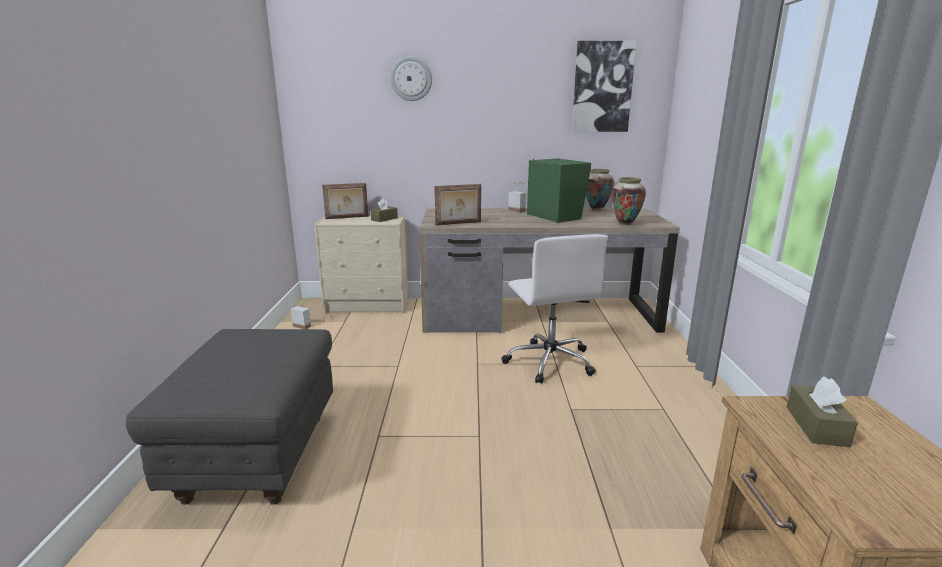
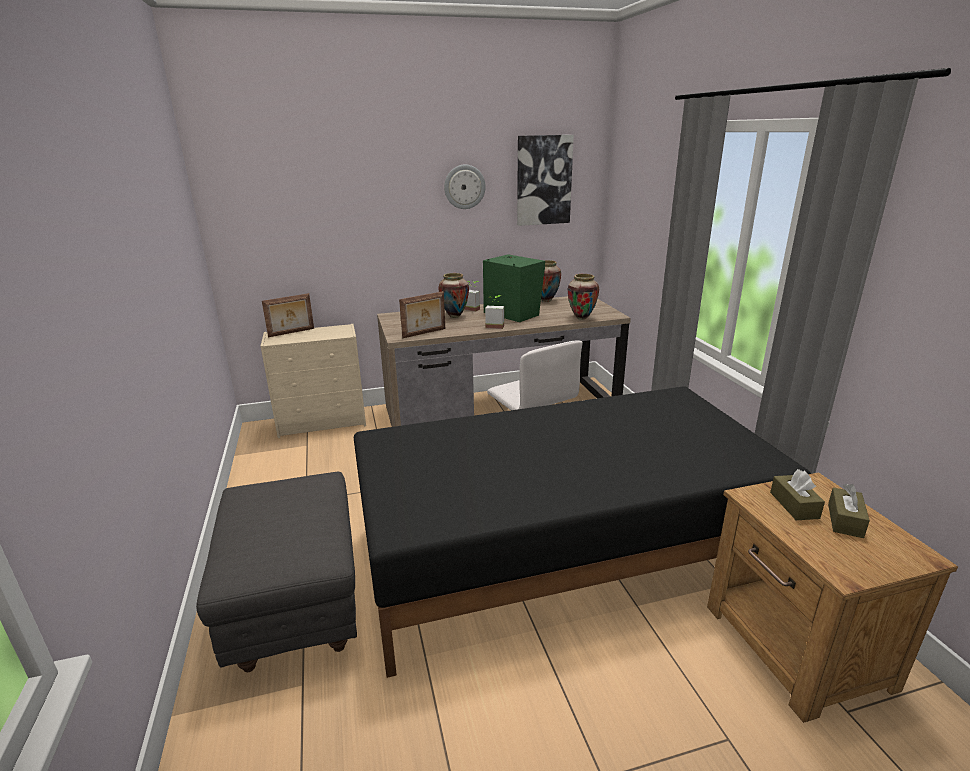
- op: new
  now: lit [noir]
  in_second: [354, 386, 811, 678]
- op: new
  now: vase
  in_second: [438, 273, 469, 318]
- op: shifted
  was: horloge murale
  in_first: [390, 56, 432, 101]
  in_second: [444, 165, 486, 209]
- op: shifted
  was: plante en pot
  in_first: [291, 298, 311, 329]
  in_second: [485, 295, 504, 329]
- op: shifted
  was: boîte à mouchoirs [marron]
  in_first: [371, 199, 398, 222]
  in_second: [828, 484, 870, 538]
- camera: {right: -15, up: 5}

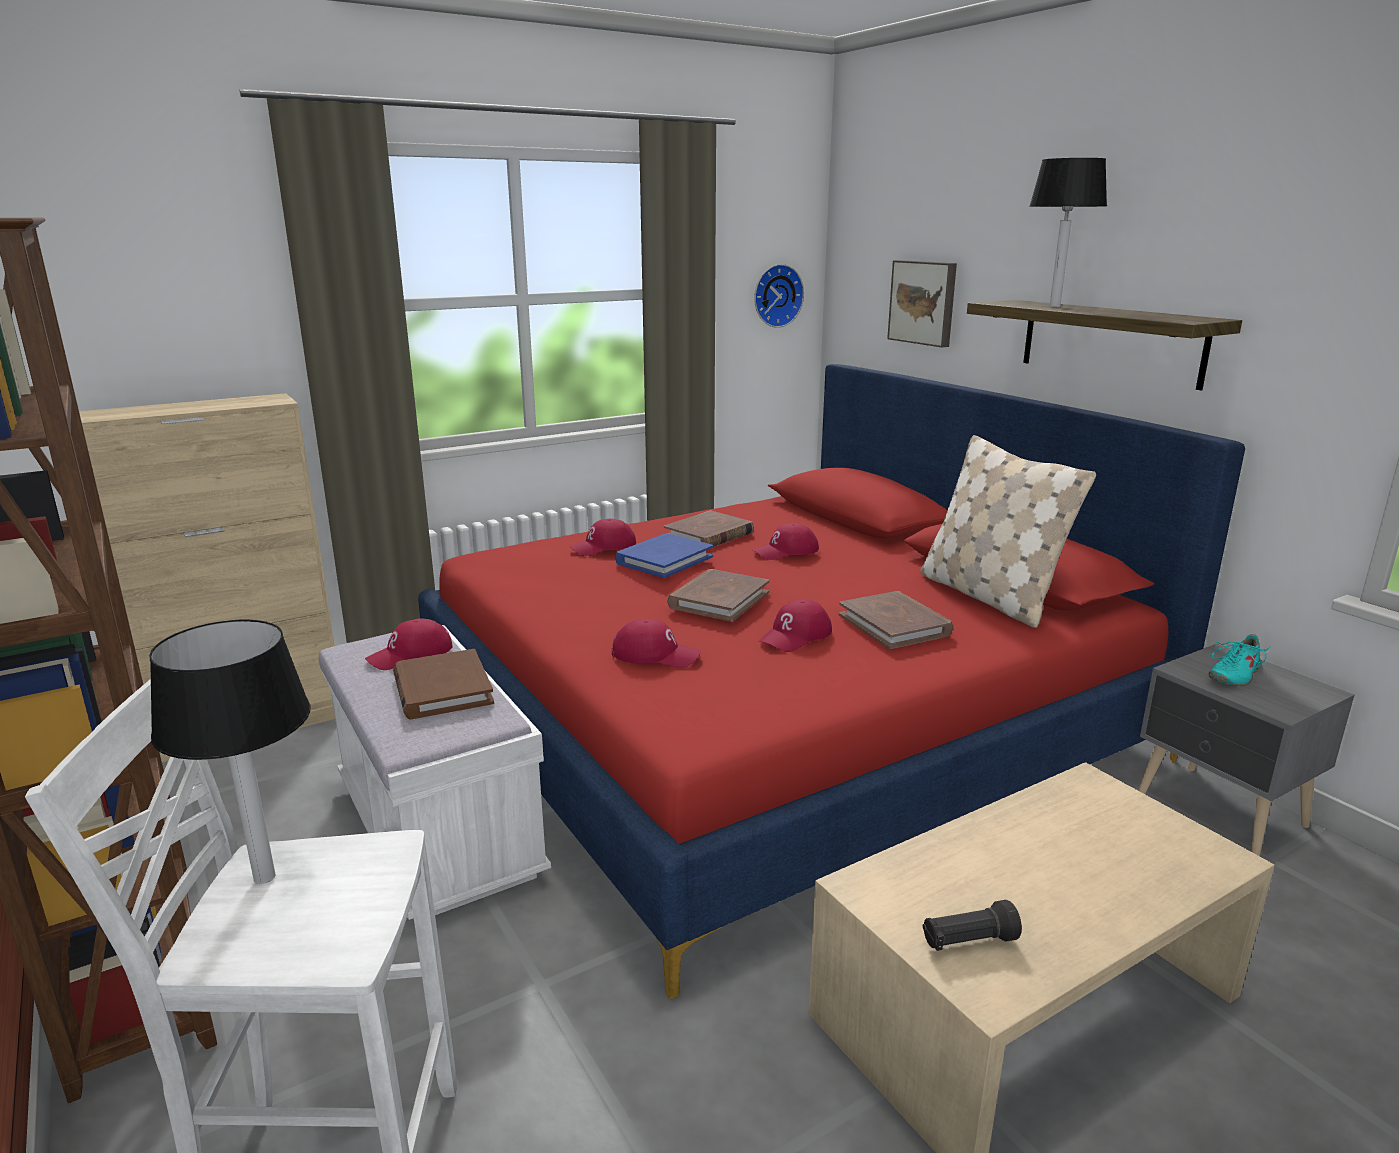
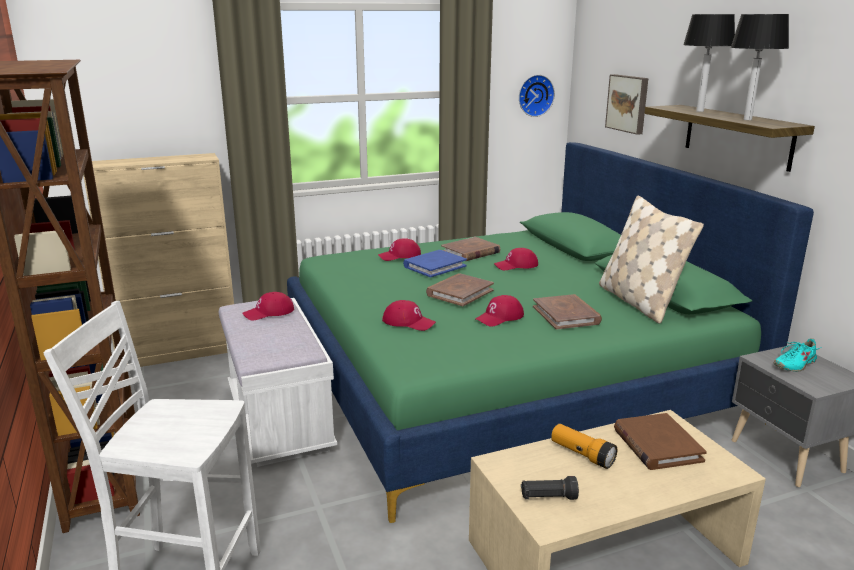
- op: repainted
  was: lit [rouge]
  now: lit [vert]
  in_first: [418, 364, 1245, 999]
  in_second: [287, 142, 814, 523]
- op: new
  now: lampe de poche
  in_second: [551, 424, 617, 469]
- op: shifted
  was: livre [marron]
  in_first: [393, 649, 494, 719]
  in_second: [614, 413, 707, 470]
- op: shifted
  was: lampe de table
  in_first: [149, 620, 311, 884]
  in_second: [730, 14, 789, 120]
- camera: {right: 10, up: 0}

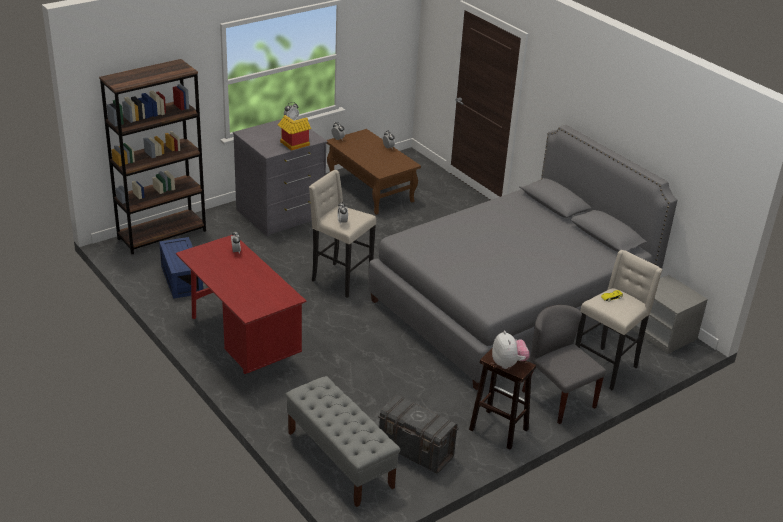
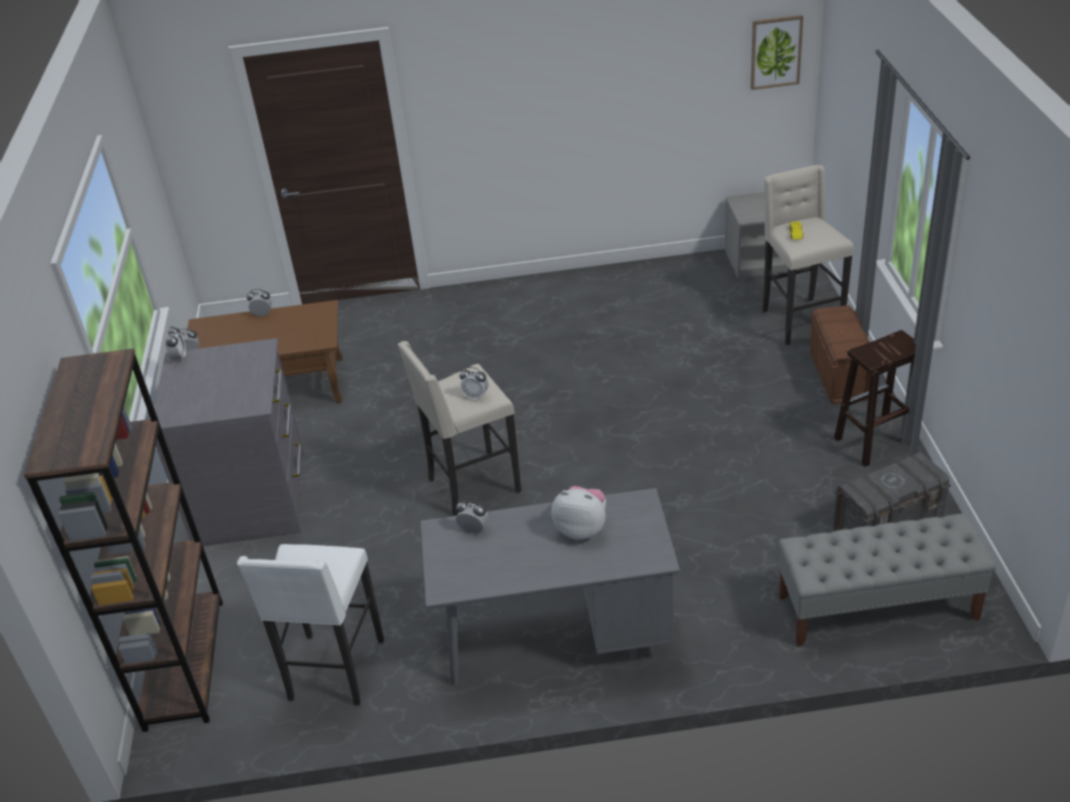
- op: swapped
  was: boîte de rangement [bleu]
  now: tabouret [blanc]
  in_first: [159, 237, 203, 299]
  in_second: [237, 544, 384, 706]
- op: repainted
  was: bureau [rouge]
  now: bureau [gris]
  in_first: [176, 235, 306, 374]
  in_second: [421, 488, 680, 686]
- op: shifted
  was: peluche
  in_first: [492, 331, 530, 369]
  in_second: [551, 486, 606, 540]
- op: new
  now: tableau
  in_second: [751, 15, 803, 90]
- op: swapped
  was: chaise [gris]
  now: boîte de rangement [marron]
  in_first: [522, 305, 606, 424]
  in_second: [810, 305, 871, 404]
- op: gone
  was: maison miniature
  in_first: [278, 115, 311, 151]
- op: gone
  was: lit [gris]
  in_first: [368, 125, 677, 390]
- camera: {right: -55, up: 5}

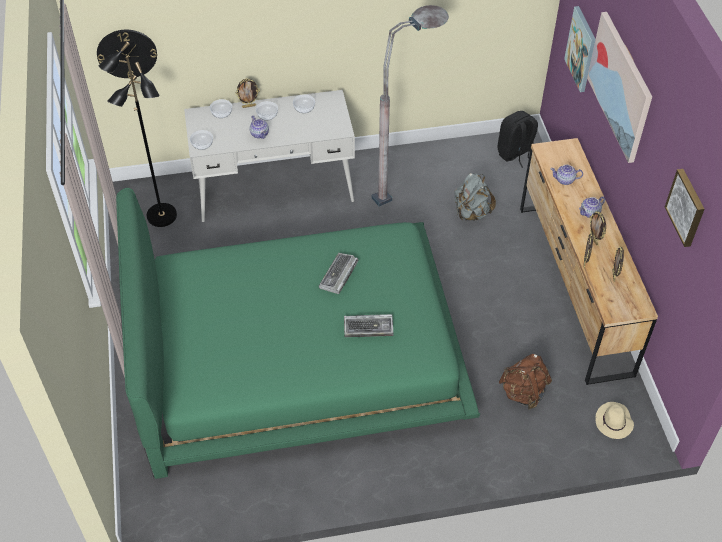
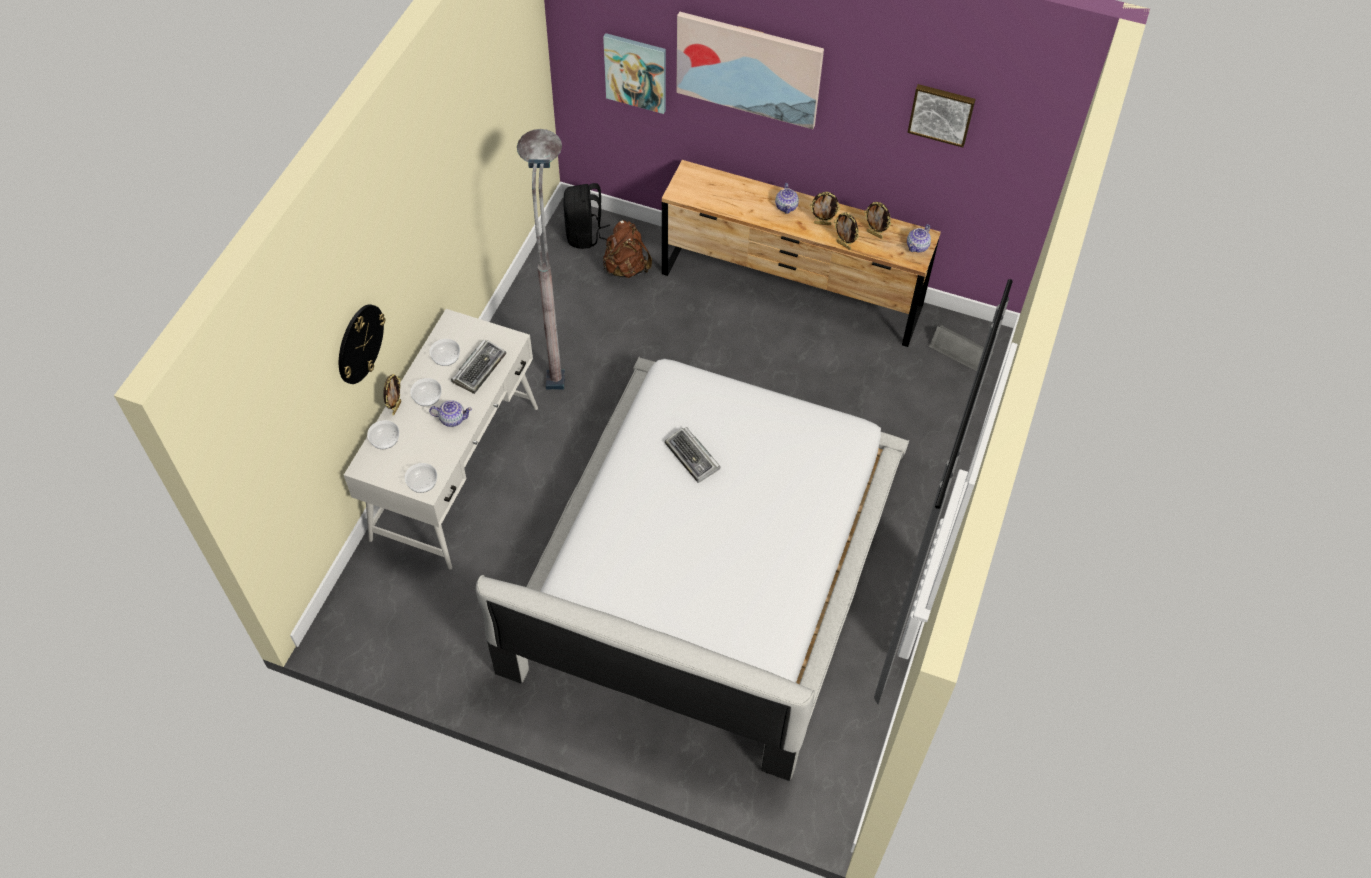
- op: shifted
  was: horloge murale
  in_first: [97, 30, 157, 79]
  in_second: [339, 304, 385, 384]
- op: shifted
  was: clavier
  in_first: [344, 314, 393, 337]
  in_second: [451, 340, 506, 394]
- op: repainted
  was: lit [vert]
  now: lit [blanc]
  in_first: [116, 188, 480, 479]
  in_second: [476, 357, 909, 781]
- op: shifted
  was: sac à dos [marron]
  in_first: [499, 354, 552, 410]
  in_second: [603, 220, 652, 278]
- op: shifted
  was: théière
  in_first: [551, 165, 583, 185]
  in_second: [907, 224, 931, 252]
- op: swapped
  was: chapeau [beige]
  now: enceinte [gris]
  in_first: [595, 402, 634, 439]
  in_second: [929, 325, 993, 371]
- op: gone
  was: lampadaire [noir]
  in_first: [99, 42, 177, 227]
- op: gone
  was: sac à dos [gris]
  in_first: [454, 173, 496, 221]
- camera: {right: -60, up: 5}

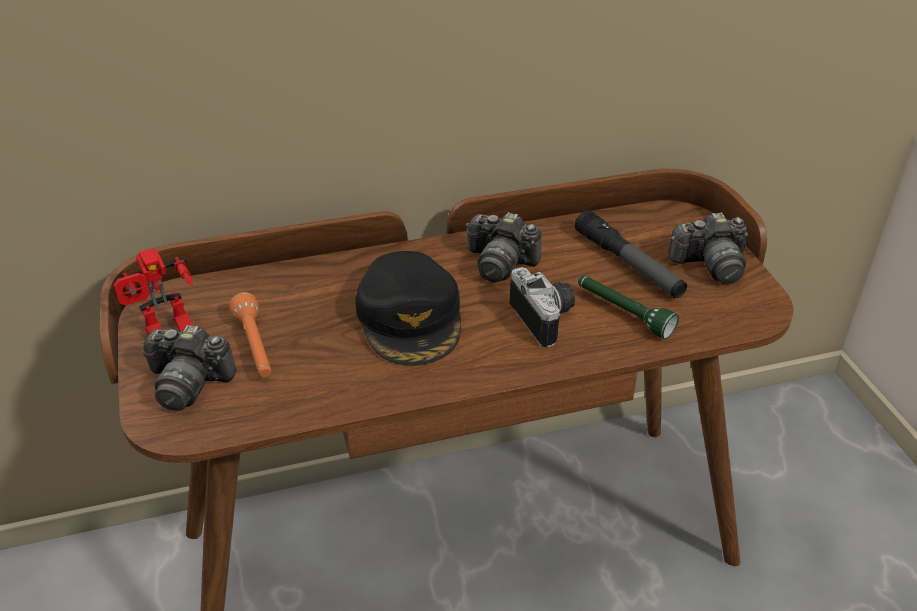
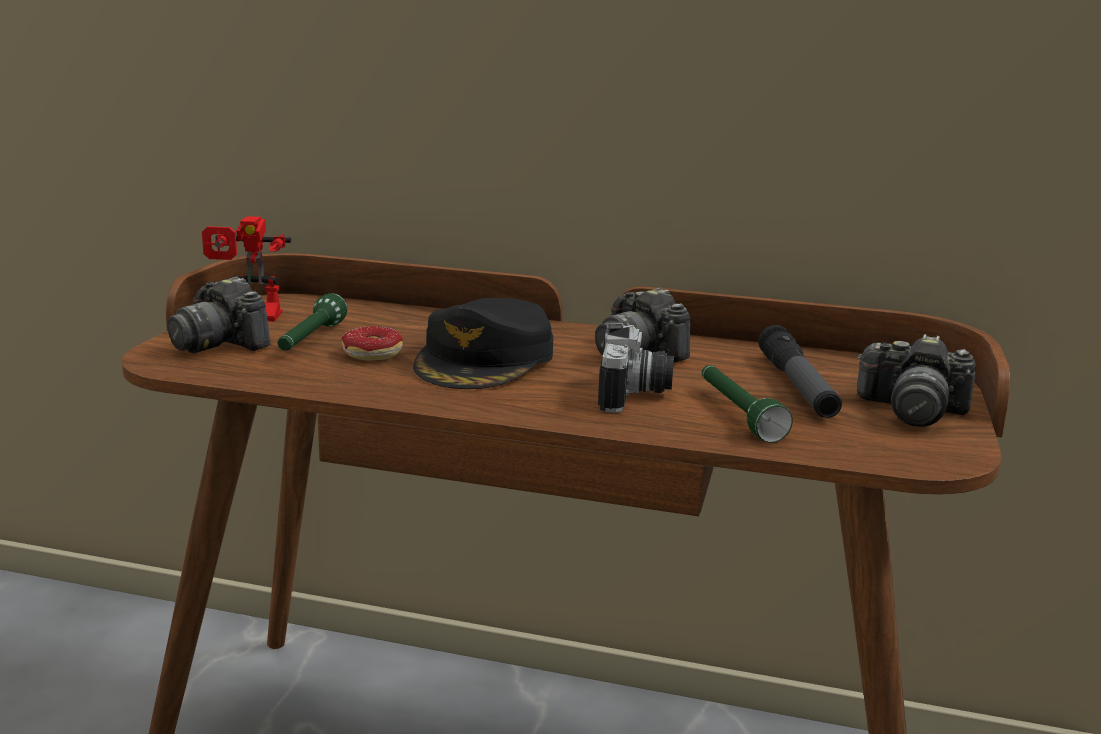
- op: repainted
  was: lampe de poche [orange]
  now: lampe de poche [vert]
  in_first: [229, 292, 271, 377]
  in_second: [278, 293, 348, 351]
- op: new
  now: beignet
  in_second: [341, 326, 403, 361]
- camera: {right: 30, up: -20}

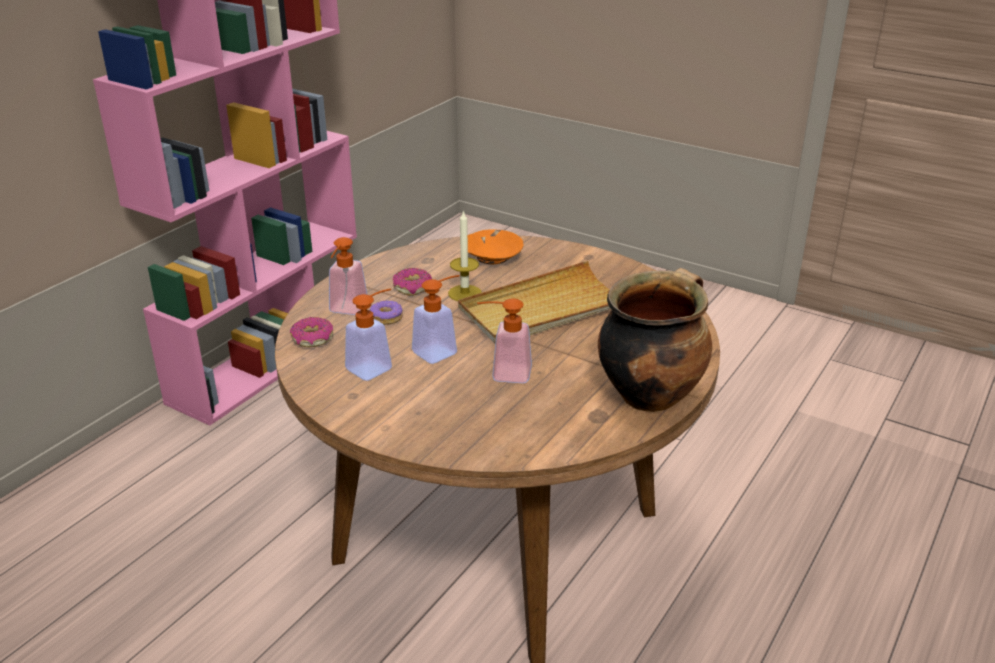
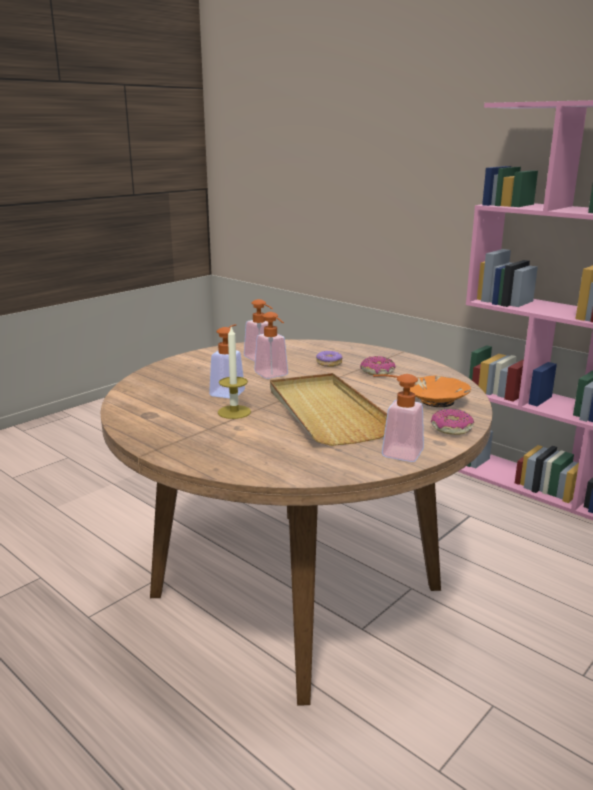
- op: shifted
  was: bougie
  in_first: [448, 210, 482, 301]
  in_second: [218, 326, 251, 419]
- op: shifted
  was: distributeur de savon
  in_first: [329, 237, 368, 315]
  in_second: [373, 374, 424, 462]
- op: shifted
  was: beignet
  in_first: [290, 317, 333, 347]
  in_second: [431, 409, 474, 435]
- op: gone
  was: marmite
  in_first: [598, 268, 712, 412]
- camera: {right: 100, up: -10}

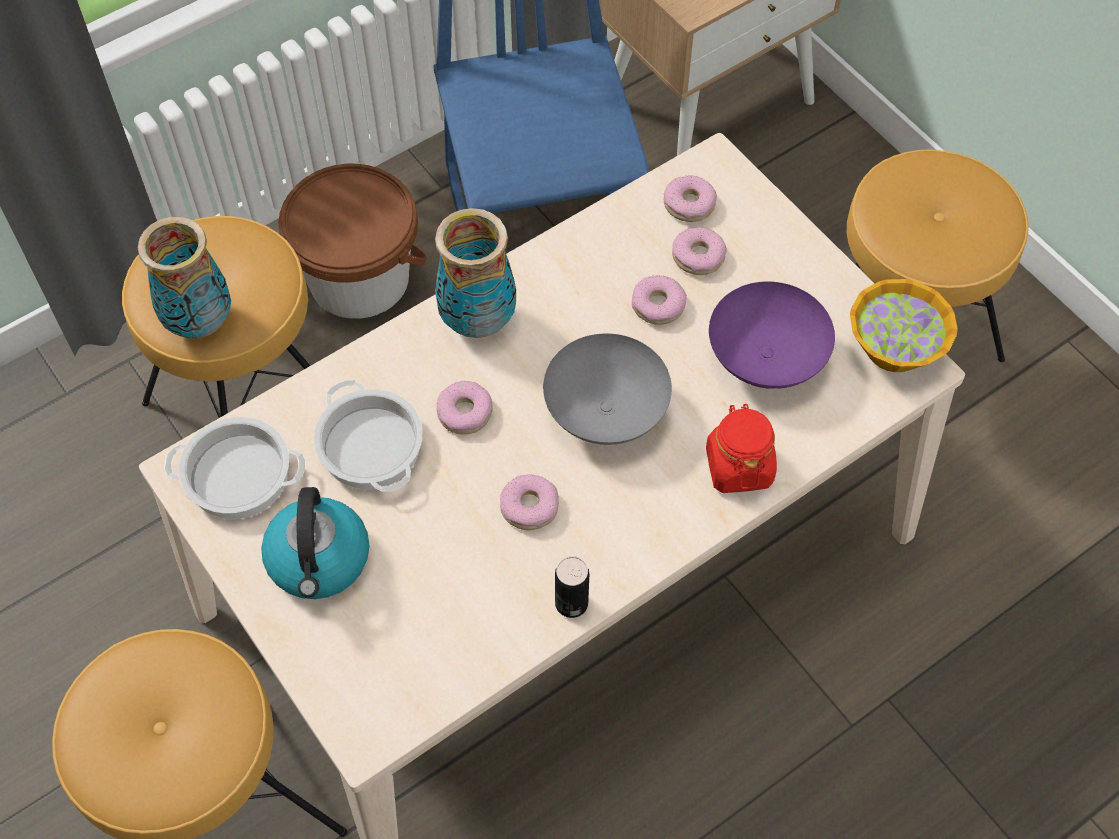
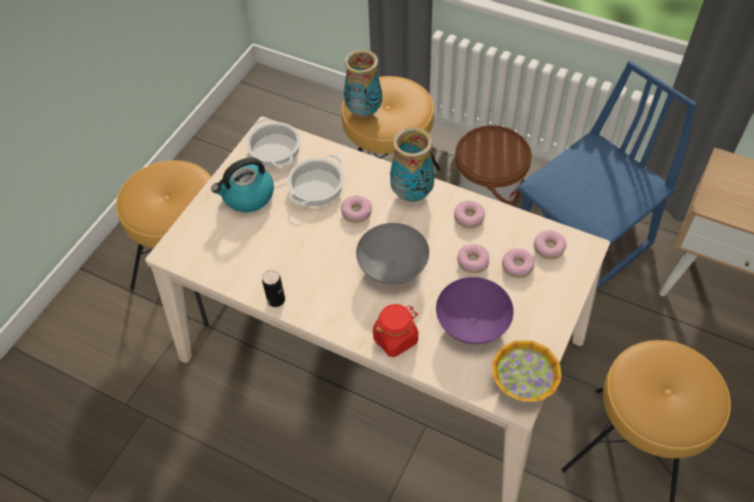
- op: shifted
  was: beignet
  in_first: [500, 474, 559, 530]
  in_second: [454, 201, 485, 229]
- camera: {right: 65, up: -5}

